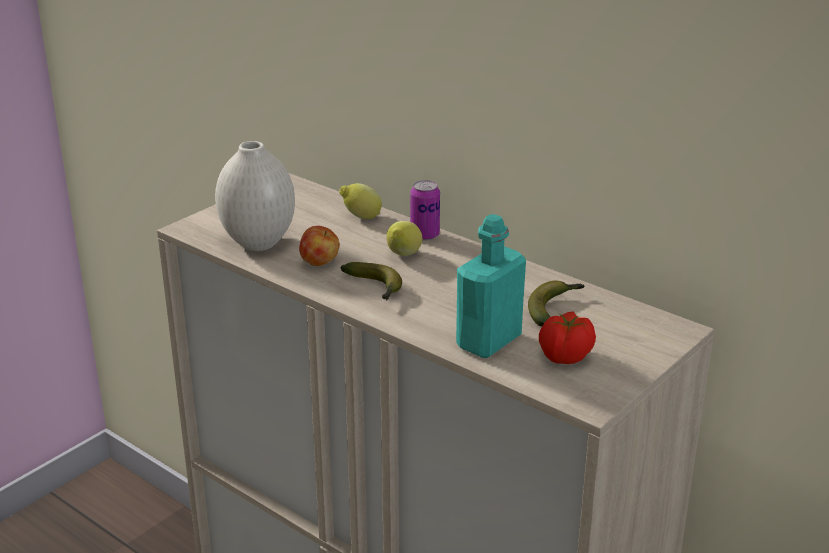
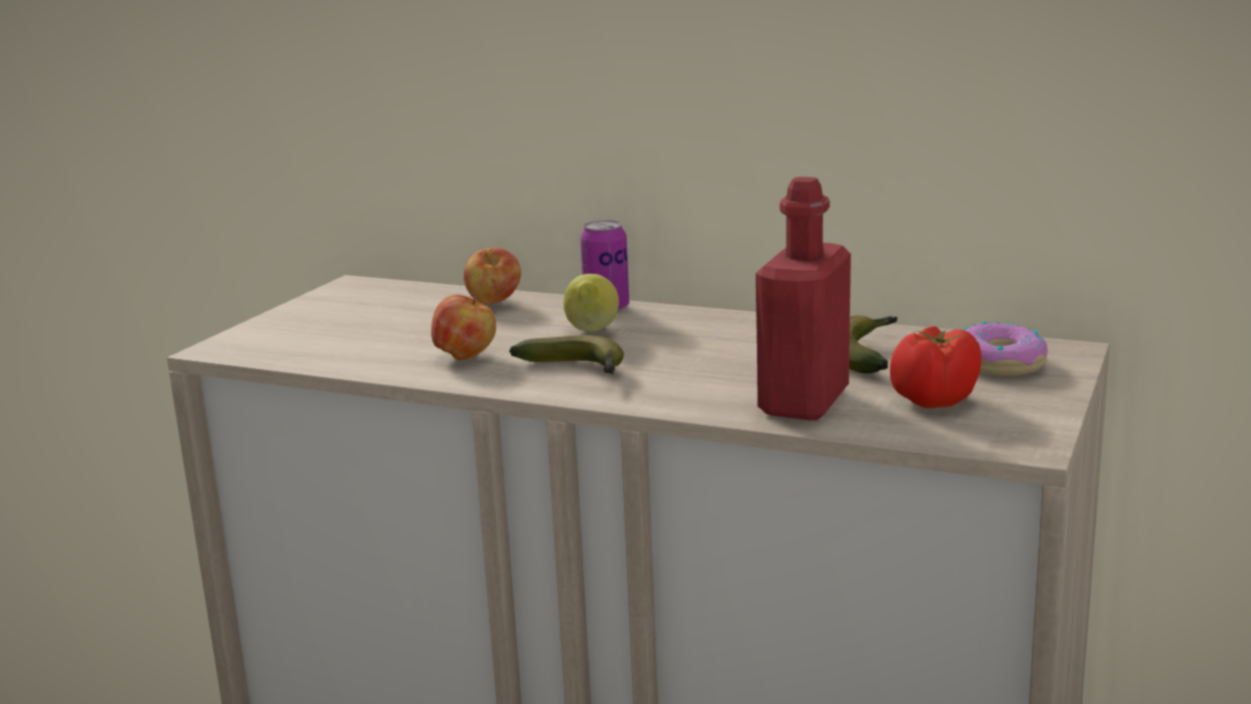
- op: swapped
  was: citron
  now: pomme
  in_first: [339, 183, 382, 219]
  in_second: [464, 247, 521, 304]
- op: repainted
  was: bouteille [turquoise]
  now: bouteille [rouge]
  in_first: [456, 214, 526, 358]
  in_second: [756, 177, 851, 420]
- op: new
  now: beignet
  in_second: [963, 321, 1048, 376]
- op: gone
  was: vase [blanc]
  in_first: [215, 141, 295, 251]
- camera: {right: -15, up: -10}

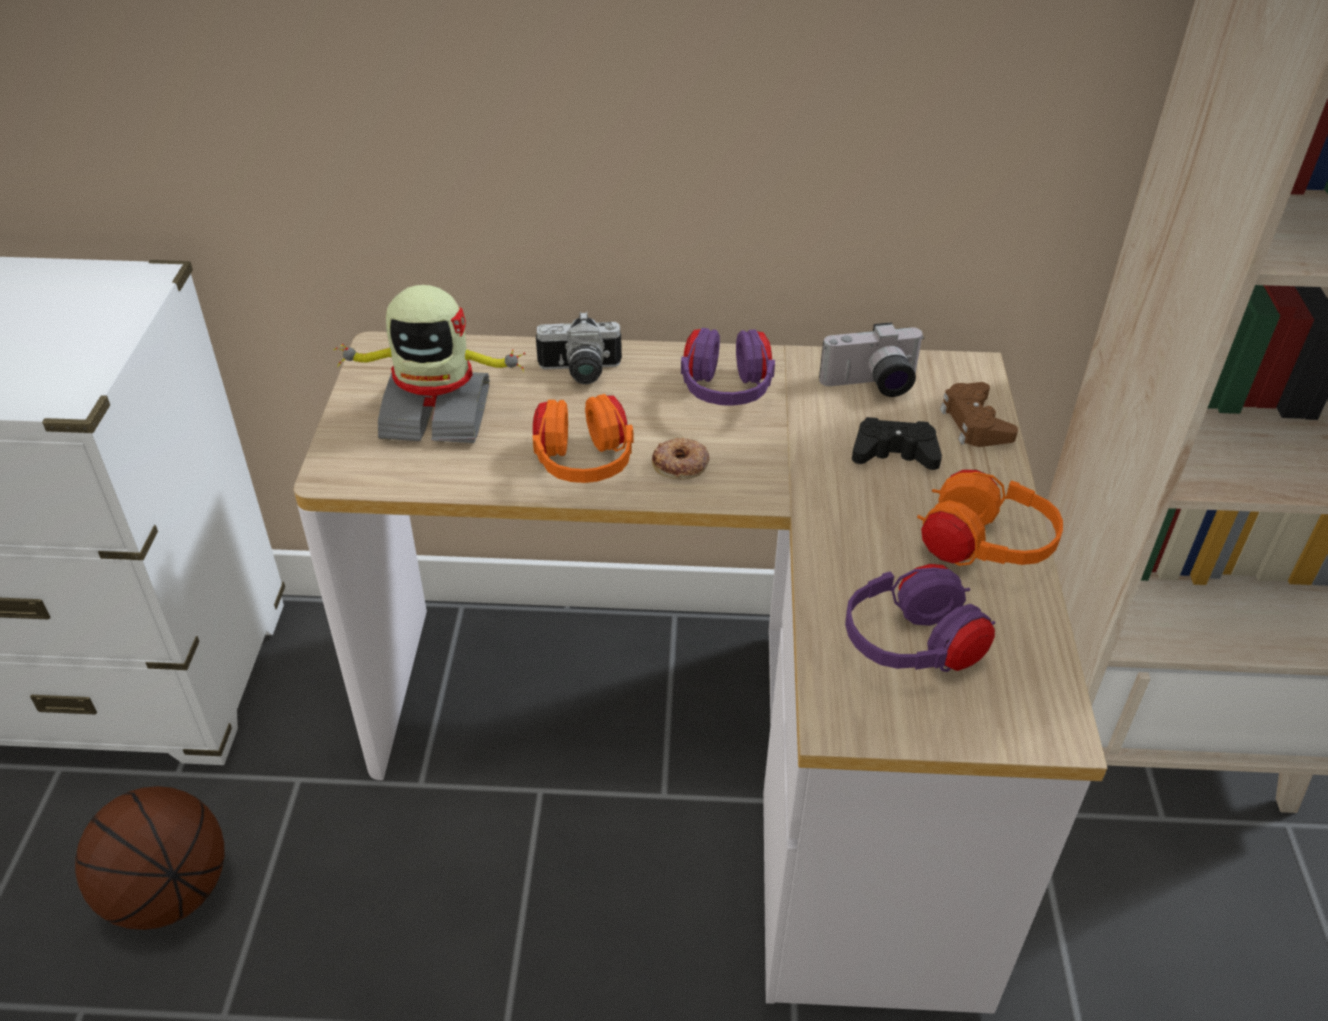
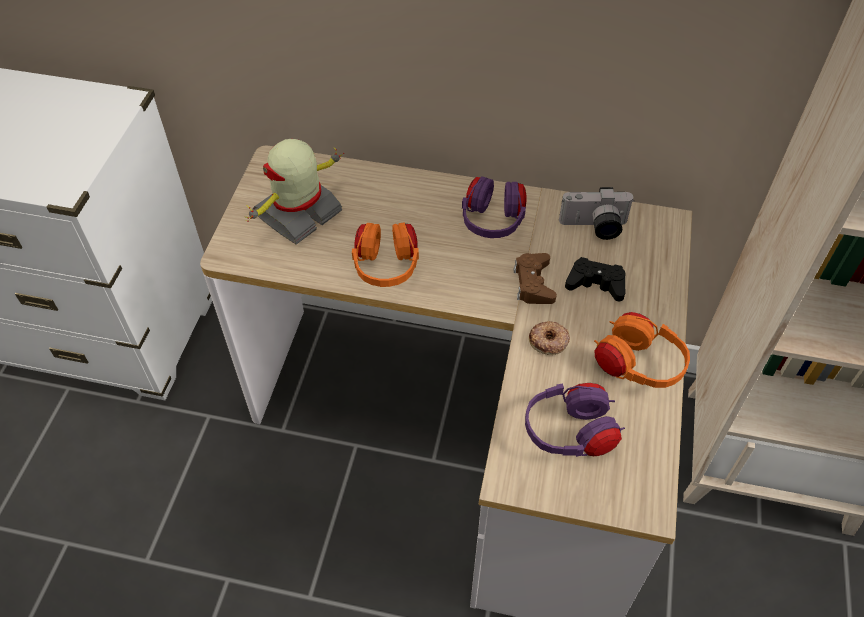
- op: rotated
  was: robot jouet
  in_first: [334, 285, 525, 443]
  in_second: [246, 139, 344, 244]
  clockwise: 120
- op: shifted
  was: manette [marron]
  in_first: [940, 382, 1018, 447]
  in_second: [513, 253, 557, 304]
- op: shifted
  was: beignet
  in_first: [652, 437, 710, 480]
  in_second: [529, 321, 570, 355]
- op: gone
  was: ballon de basket
  in_first: [75, 786, 224, 930]
- op: gone
  was: appareil photo
  in_first: [536, 312, 622, 385]
- camera: {right: 10, up: 10}

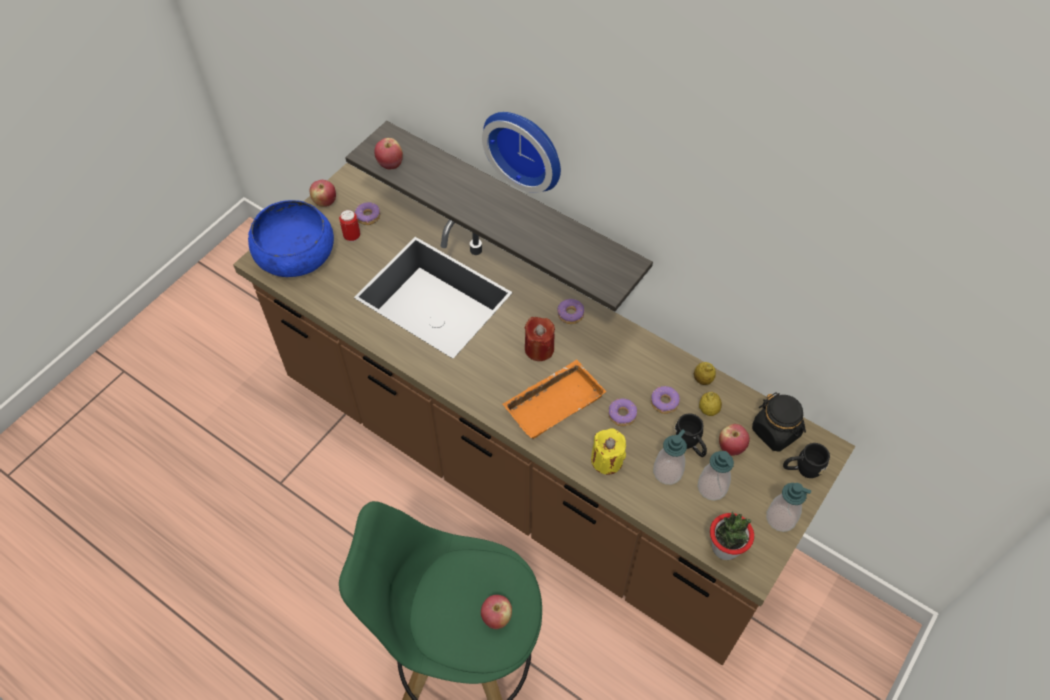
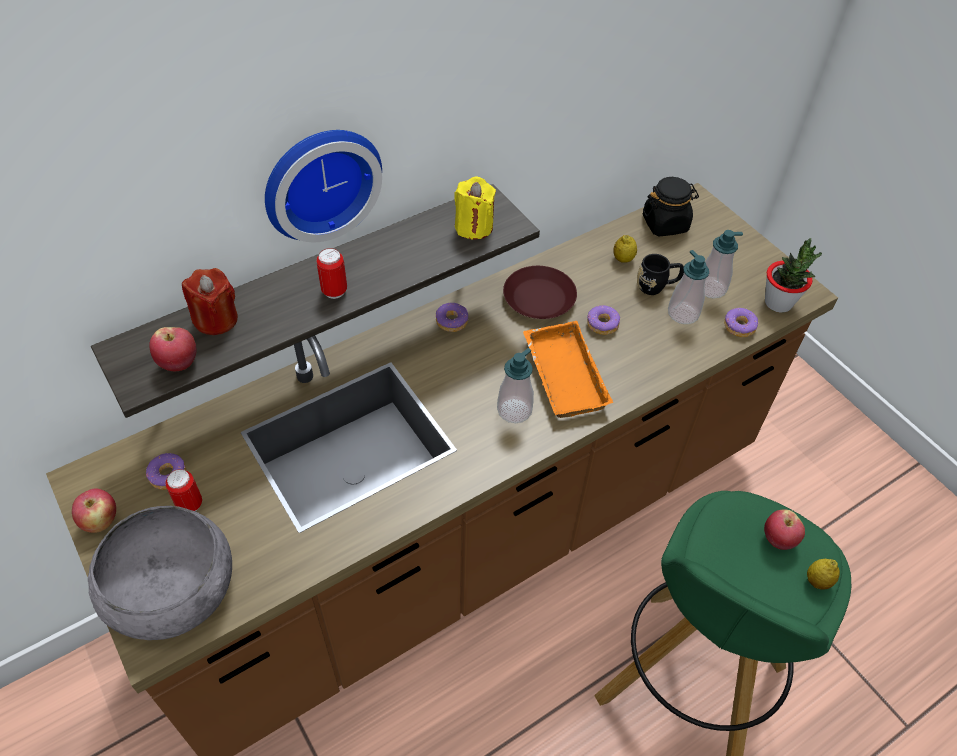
- op: repainted
  was: bol [bleu]
  now: bol [gris]
  in_first: [248, 200, 334, 277]
  in_second: [88, 506, 232, 640]
- op: shifted
  was: bougie [rouge]
  in_first: [524, 317, 555, 361]
  in_second: [182, 268, 238, 335]
- op: new
  now: boîte métallique
  in_second: [316, 248, 347, 299]
- op: shifted
  was: bougie [jaune]
  in_first: [591, 428, 626, 475]
  in_second: [454, 176, 496, 240]
- op: shifted
  was: distributeur de savon
  in_first: [766, 483, 811, 532]
  in_second: [497, 348, 534, 423]
- op: new
  now: assiette [marron]
  in_second: [503, 266, 577, 319]
- op: shifted
  was: beignet
  in_first: [651, 386, 680, 414]
  in_second: [724, 308, 759, 337]
- op: shifted
  was: citron
  in_first: [694, 362, 716, 385]
  in_second: [807, 559, 840, 590]
- op: gone
  was: pomme
  in_first: [719, 424, 750, 456]
- op: gone
  was: mug [noir]
  in_first: [783, 443, 830, 478]
- camera: {right: -70, up: -5}

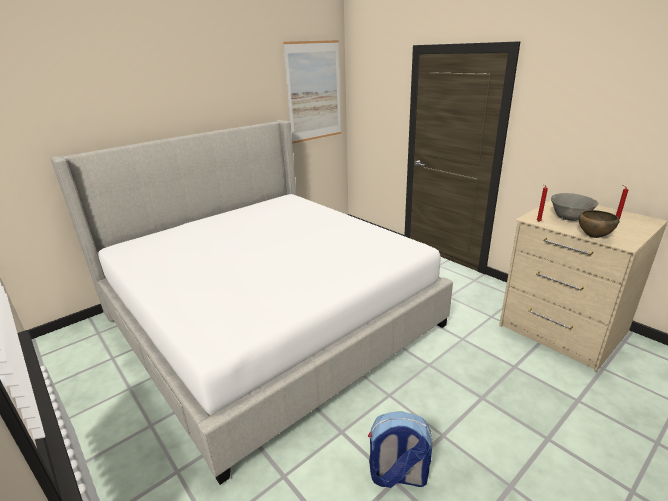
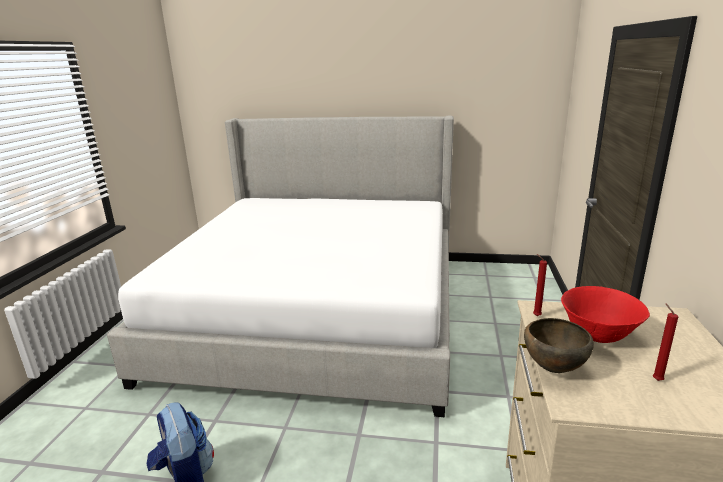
- op: repainted
  was: bol [gris]
  now: bol [rouge]
  in_first: [551, 193, 598, 221]
  in_second: [561, 286, 650, 343]
- op: gone
  was: tableau
  in_first: [283, 40, 341, 144]
- camera: {right: 50, up: -5}

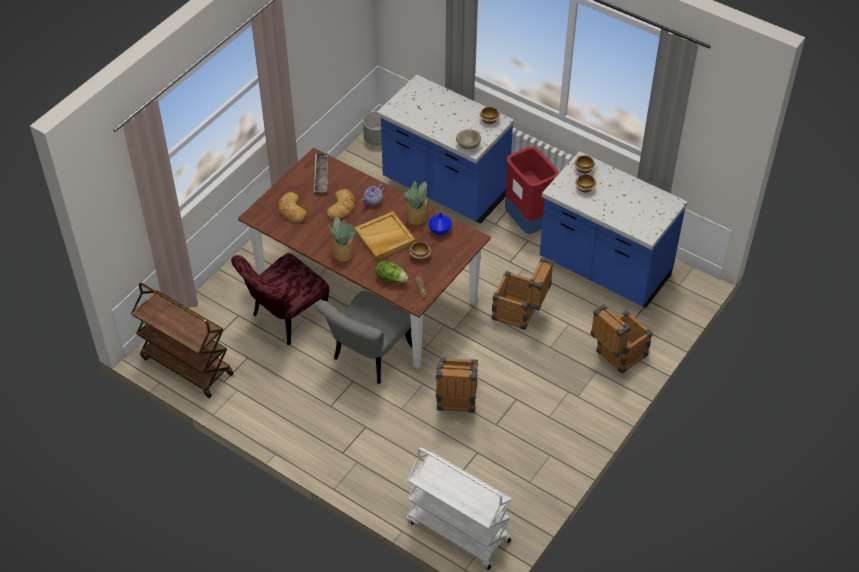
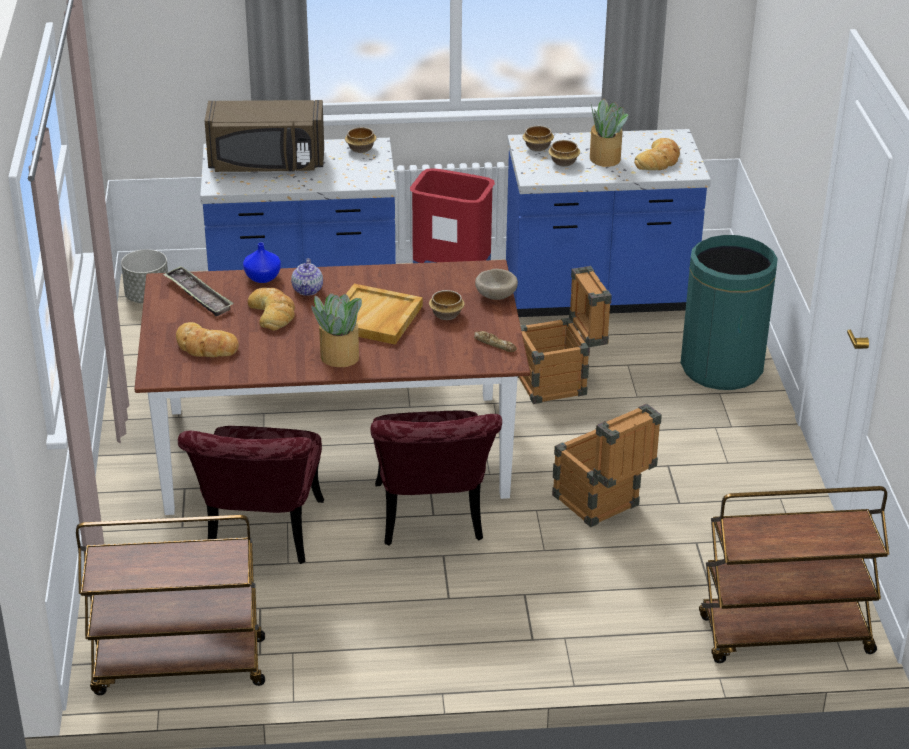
- op: new
  now: micro-ondes [marron]
  in_second: [205, 100, 324, 172]
- op: shifted
  was: vase [bleu]
  in_first: [429, 213, 452, 235]
  in_second: [243, 243, 281, 283]
- op: repainted
  was: chaise [gris]
  now: chaise [rouge]
  in_first: [316, 290, 412, 384]
  in_second: [370, 411, 502, 546]
- op: shifted
  was: bol [beige]
  in_first: [456, 129, 481, 150]
  in_second: [475, 269, 518, 300]
- op: shifted
  was: plante en pot
  in_first: [404, 181, 427, 225]
  in_second: [590, 99, 628, 167]
- op: new
  now: pain
  in_second: [634, 138, 680, 170]
- op: swapped
  was: caisse
  now: poubelle [vert]
  in_first: [590, 304, 653, 374]
  in_second: [681, 235, 778, 390]
- op: repainted
  was: chariot [blanc]
  now: chariot [marron]
  in_first: [406, 447, 512, 570]
  in_second: [699, 486, 889, 663]
- op: gone
  was: laitue
  in_first: [376, 261, 408, 284]
- camera: {right: -40, up: -15}

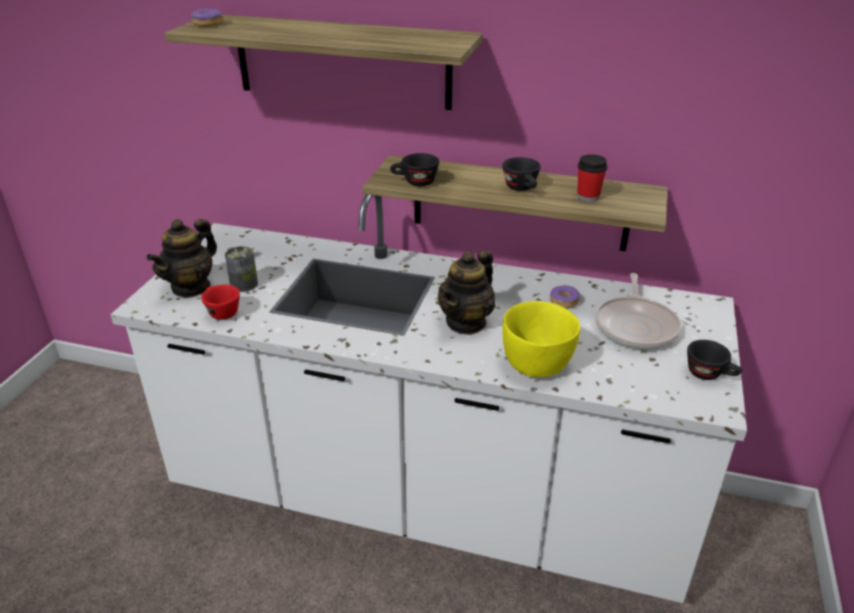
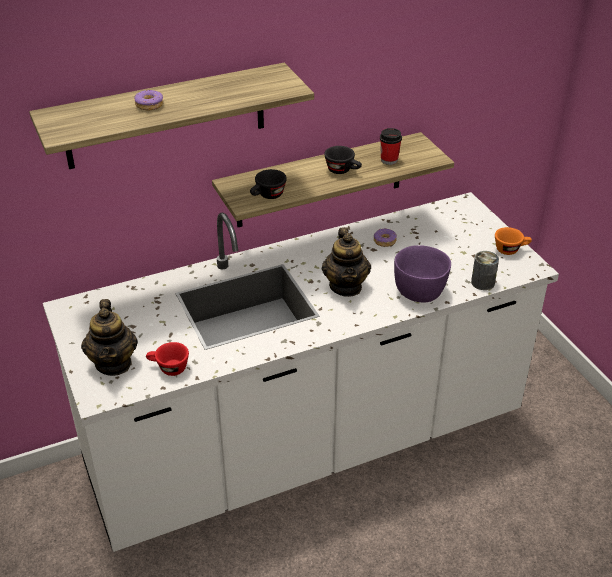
- op: shifted
  was: beignet
  in_first: [191, 8, 223, 27]
  in_second: [134, 90, 163, 110]
- op: repainted
  was: bol [jaune]
  now: bol [violet]
  in_first: [502, 301, 580, 377]
  in_second: [394, 245, 451, 302]
- op: shifted
  was: boîte métallique
  in_first: [225, 246, 258, 292]
  in_second: [471, 251, 499, 290]
- op: repainted
  was: tasse [noir]
  now: tasse [orange]
  in_first: [687, 340, 742, 380]
  in_second: [495, 227, 532, 255]
- op: gone
  was: poêle
  in_first: [595, 273, 681, 350]
- camera: {right: -40, up: 5}

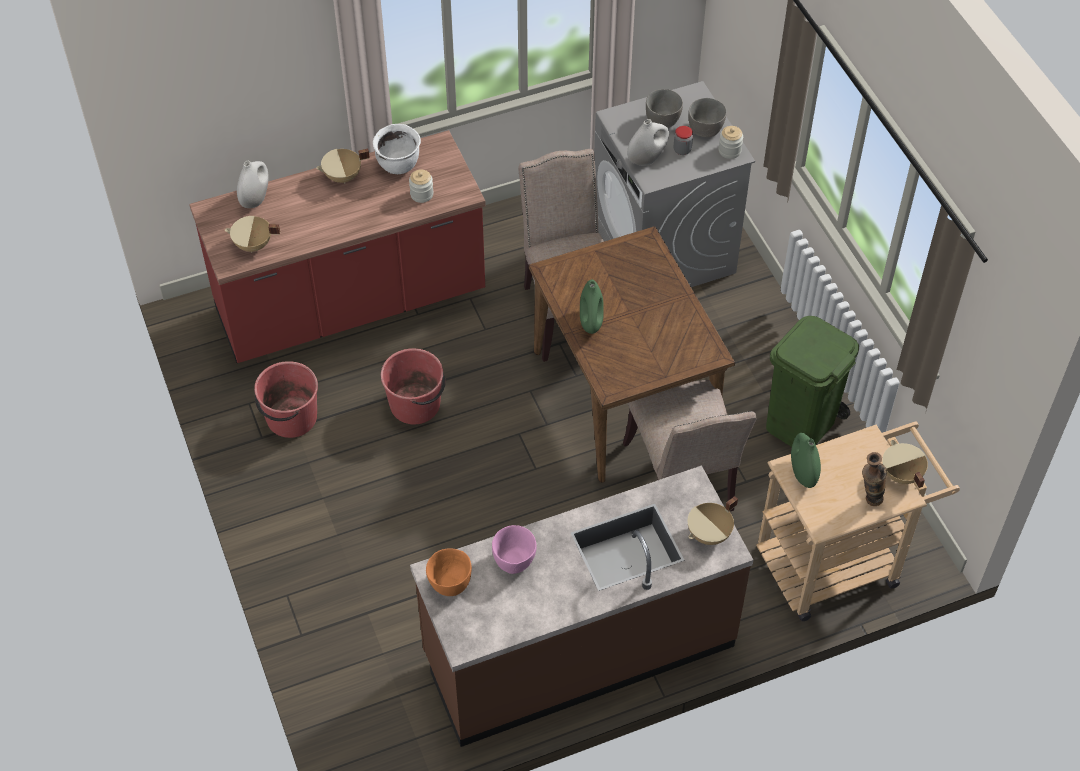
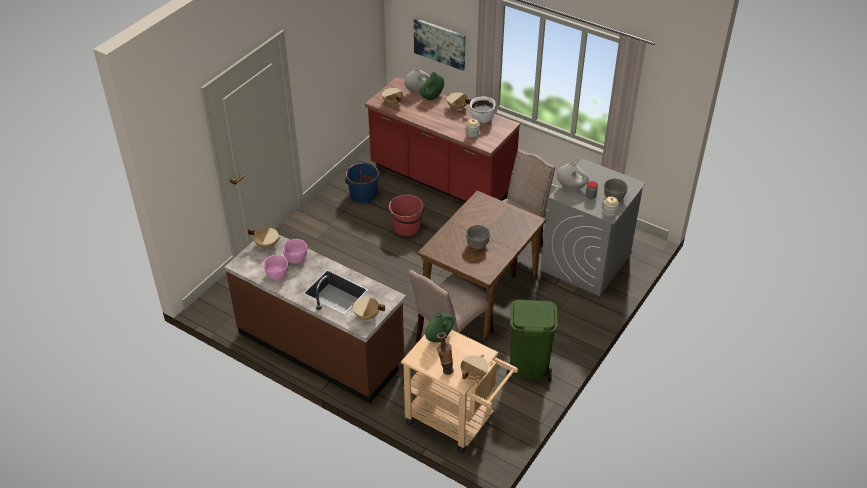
- op: swapped
  was: bol [orange]
  now: marmite [beige]
  in_first: [426, 548, 472, 596]
  in_second: [248, 228, 281, 249]
- op: new
  now: bol [rose]
  in_second: [263, 255, 288, 281]
- op: repainted
  was: seau [rouge]
  now: seau [bleu]
  in_first: [254, 361, 318, 438]
  in_second: [345, 163, 379, 203]
- op: new
  now: tableau
  in_second: [414, 18, 466, 71]
- op: shifted
  was: vase [vert]
  in_first: [580, 279, 604, 334]
  in_second: [420, 72, 444, 100]
- op: shifted
  was: bol [gris]
  in_first: [646, 89, 683, 128]
  in_second: [466, 225, 490, 249]
- camera: {right: 55, up: -10}

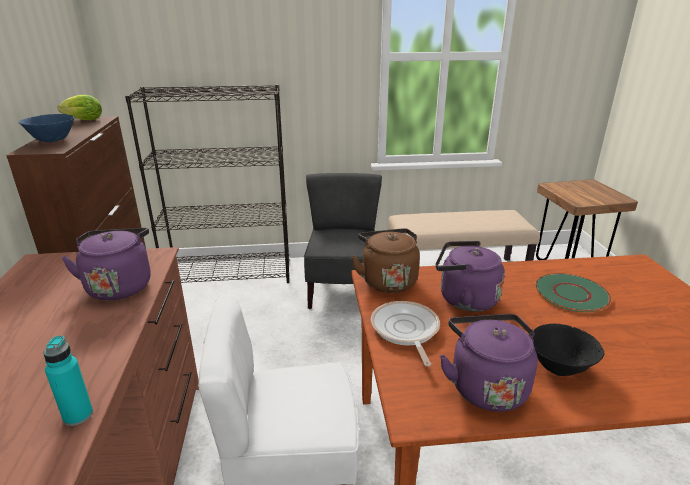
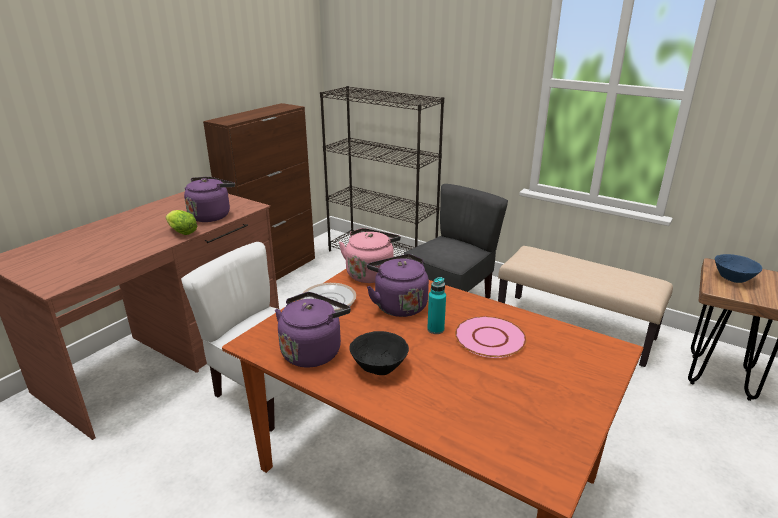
- op: shifted
  was: laitue
  in_first: [57, 95, 102, 120]
  in_second: [165, 210, 197, 235]
- op: repainted
  was: bouilloire [marron]
  now: bouilloire [rose]
  in_first: [351, 228, 420, 293]
  in_second: [339, 228, 401, 283]
- op: shifted
  was: bouteille [turquoise]
  in_first: [43, 336, 93, 426]
  in_second: [427, 277, 446, 334]
- op: repainted
  was: assiette [vert]
  now: assiette [rose]
  in_first: [535, 273, 612, 312]
  in_second: [455, 316, 526, 358]
- op: shifted
  was: bol [bleu]
  in_first: [19, 114, 74, 142]
  in_second: [715, 254, 762, 283]
- camera: {right: 40, up: 0}

